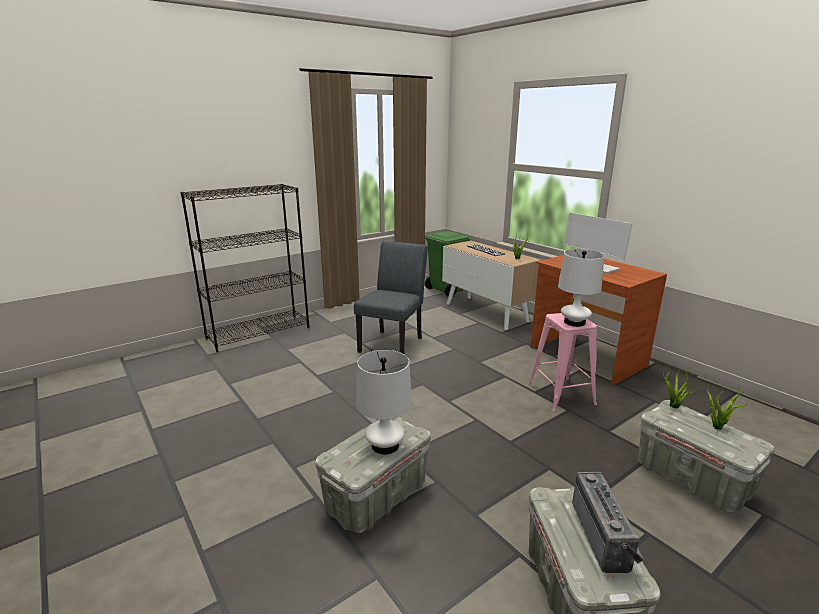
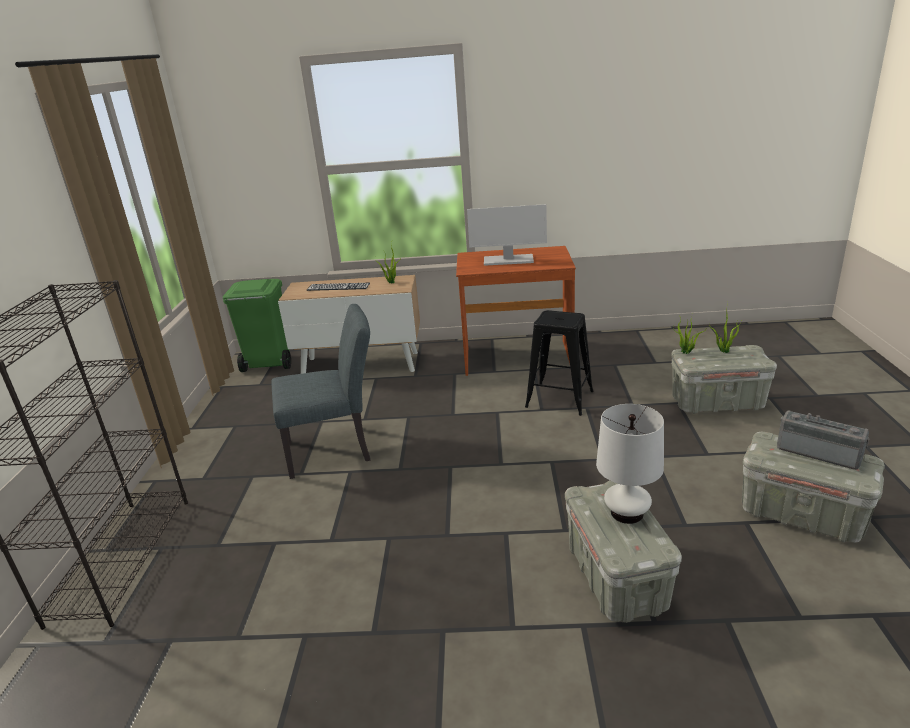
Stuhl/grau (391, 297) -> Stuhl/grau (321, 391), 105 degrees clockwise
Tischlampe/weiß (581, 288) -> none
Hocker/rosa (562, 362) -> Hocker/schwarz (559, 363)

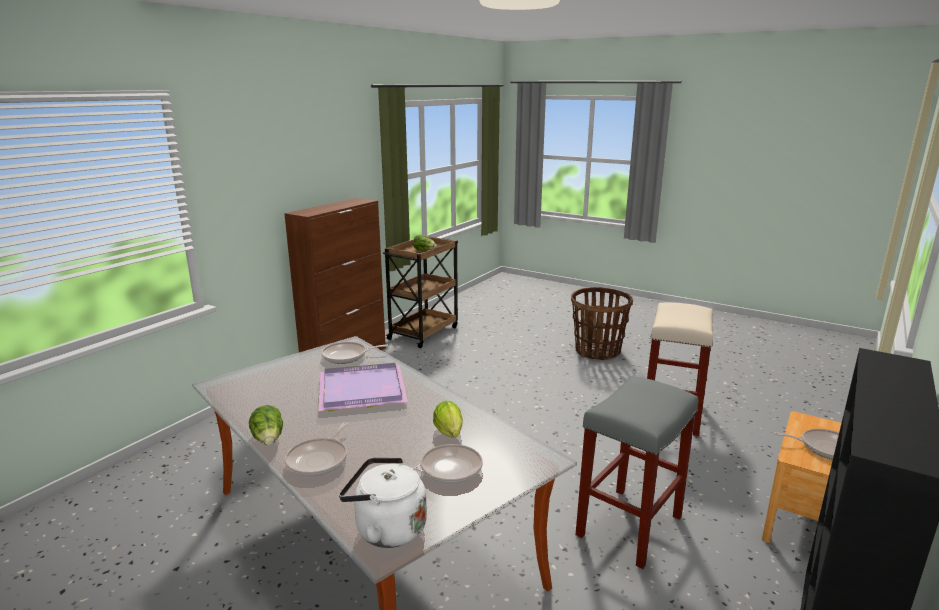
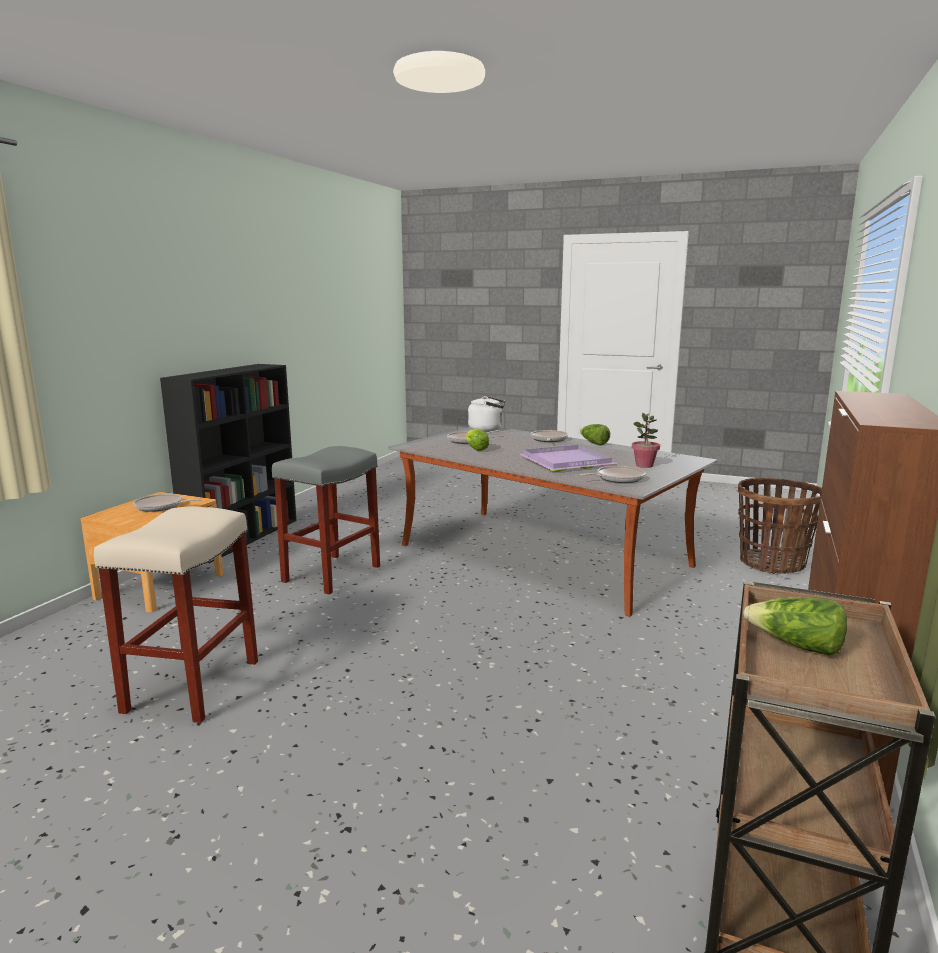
Korb (602, 323) -> Korb (780, 526), move
none -> Topfpflanze (646, 440)

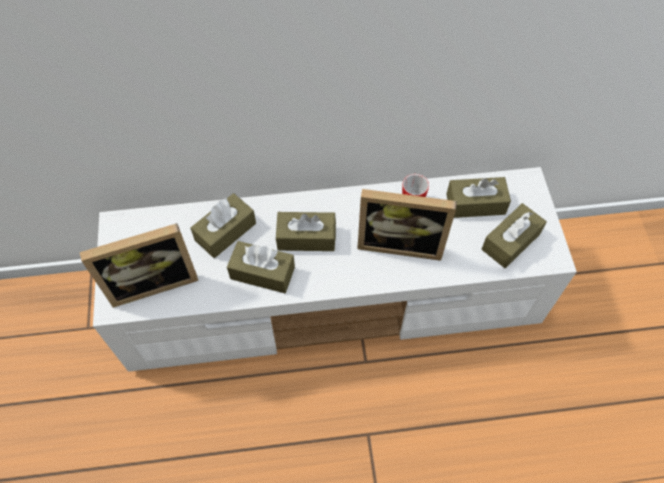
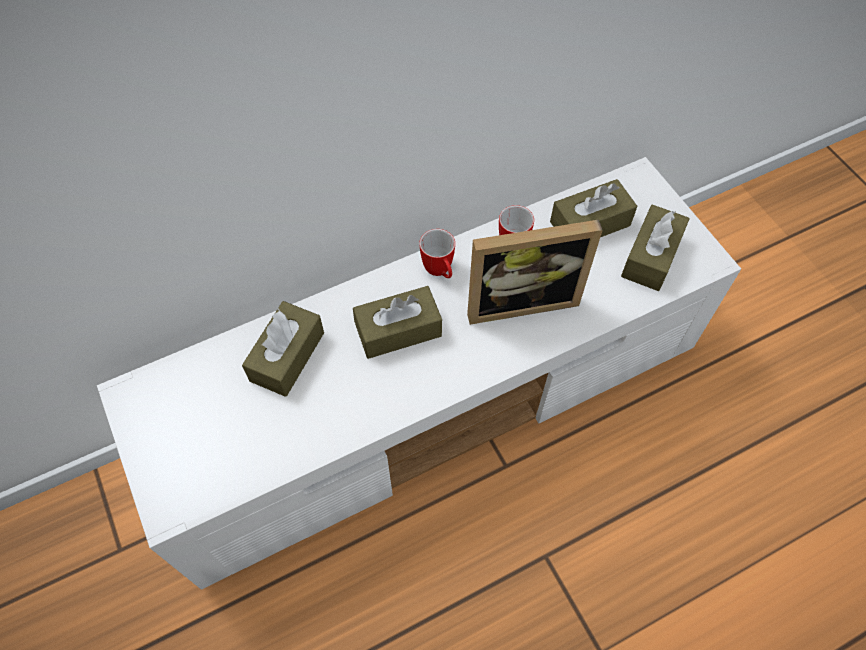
Bilderrahmen (139, 265) -> none
Taschentuchbox/braun (261, 267) -> none
none -> Henkelbecher (437, 253)

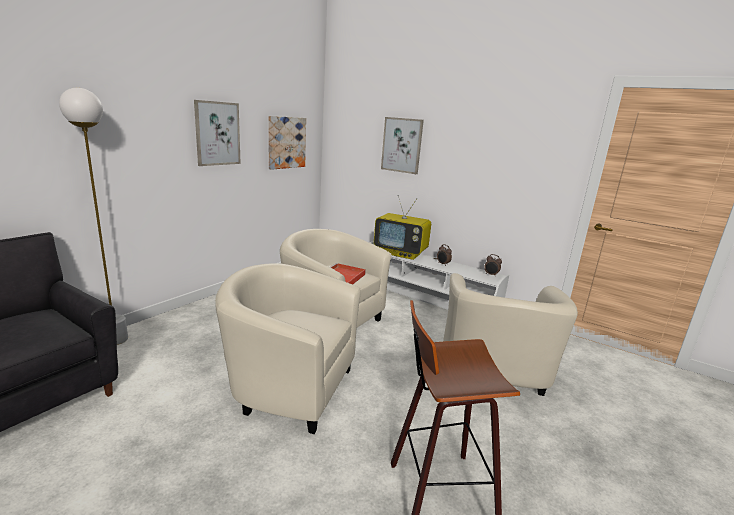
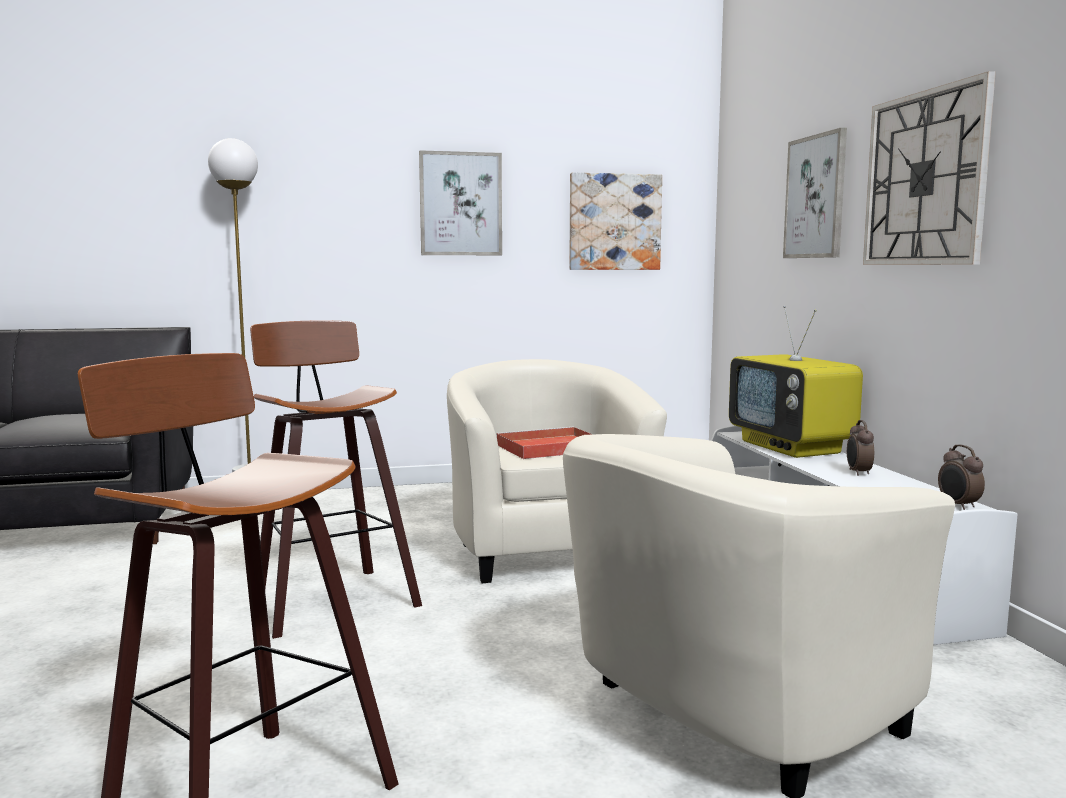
Sessel/beige (288, 348) -> Hocker (336, 480)
none -> Wanduhr (929, 168)

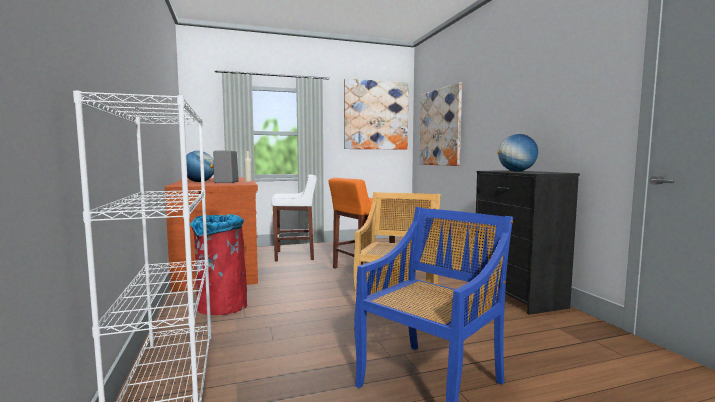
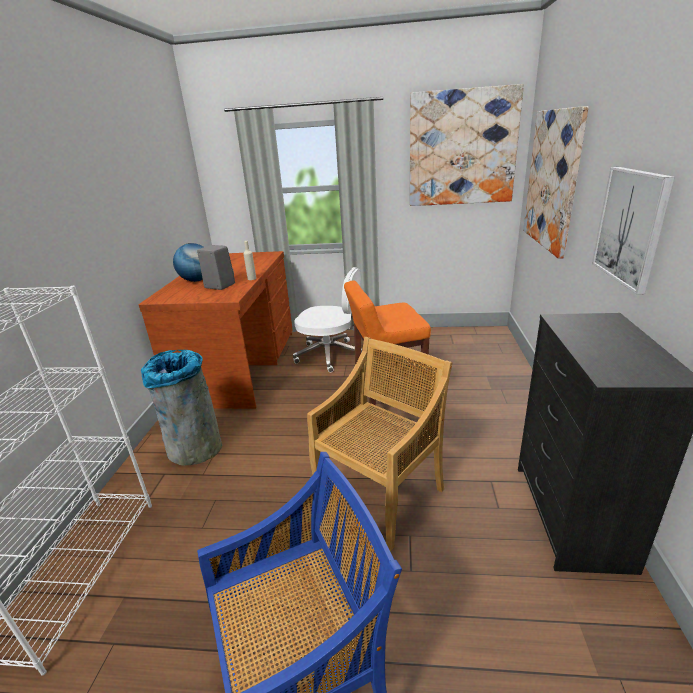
Globus (517, 152) -> none
Hocker/weiß (294, 218) -> Bürostuhl/weiß (327, 319)
Mülleimer/rot (218, 264) -> Mülleimer/grau (181, 407)
none -> Bild (633, 230)

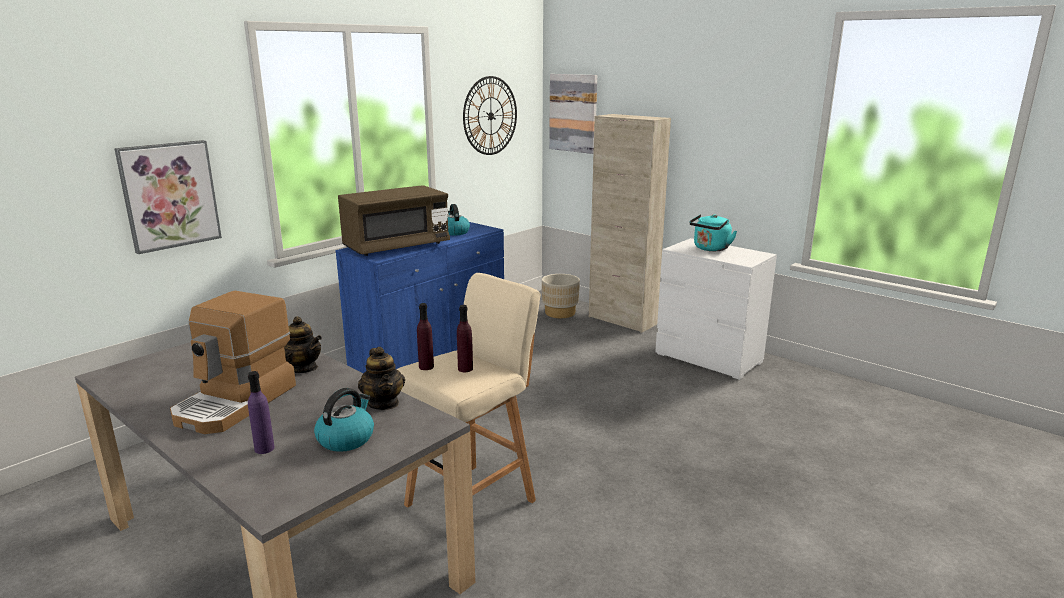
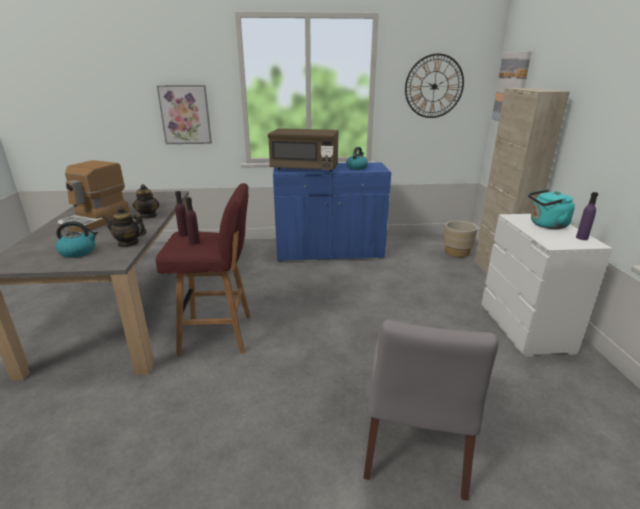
Hocker/beige (469, 390) -> Hocker/rot (203, 269)
Kaffeemaschine (233, 362) -> Kaffeemaschine (94, 196), 45 degrees counterclockwise
Teekanne (381, 378) -> Teekanne (125, 227), 75 degrees clockwise
Flasche/lila (261, 412) -> Flasche/lila (587, 216), move
none -> Stuhl/grau (430, 410)

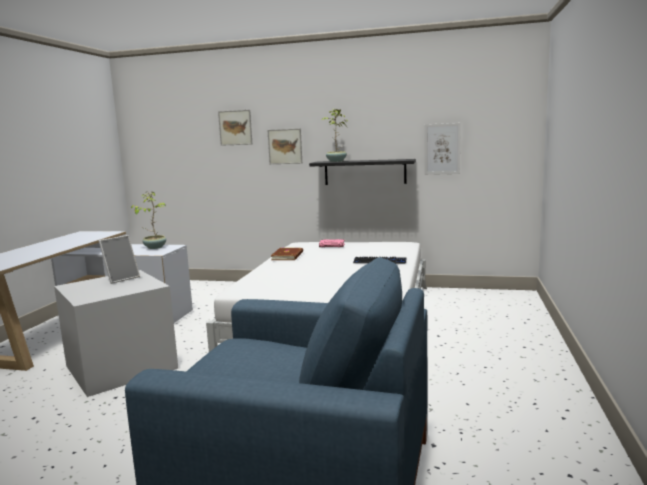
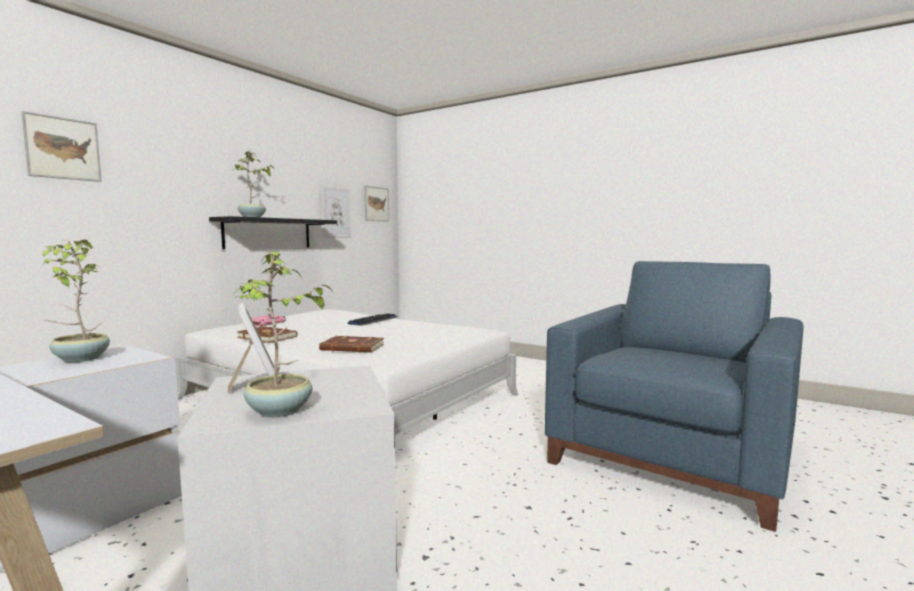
Bild (285, 146) -> Bild (376, 204), move
none -> Topfpflanze (283, 334)
none -> Buch/braun (351, 344)

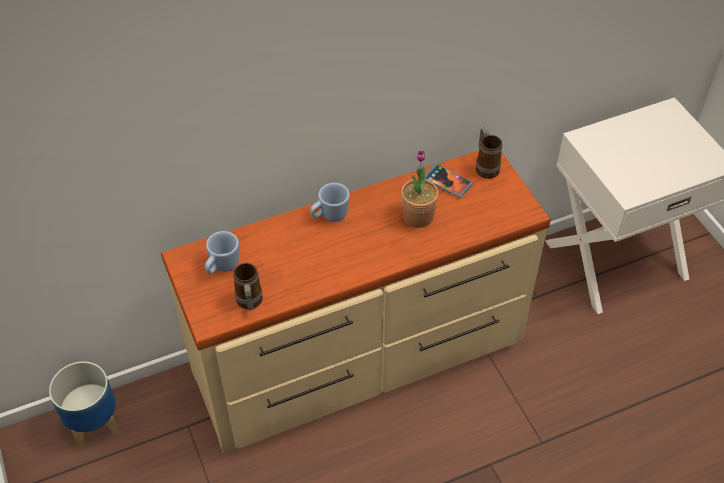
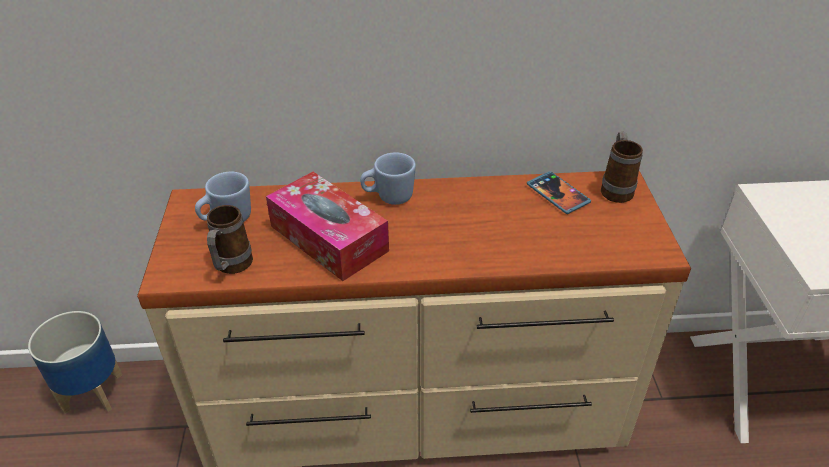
Topfpflanze (420, 189) -> none
none -> Taschentuchbox (327, 226)

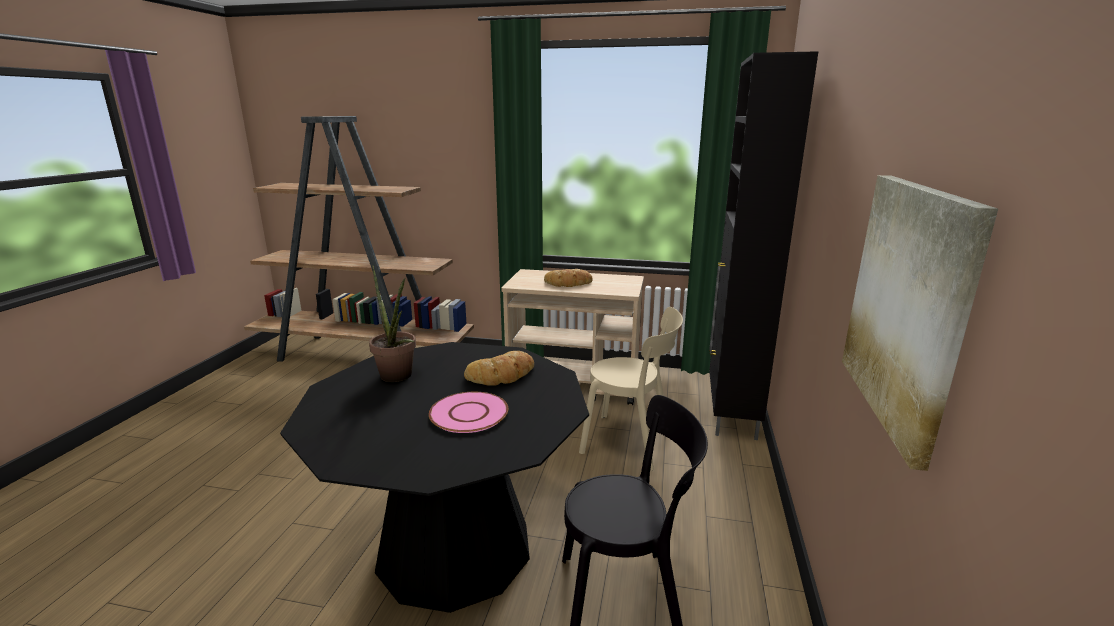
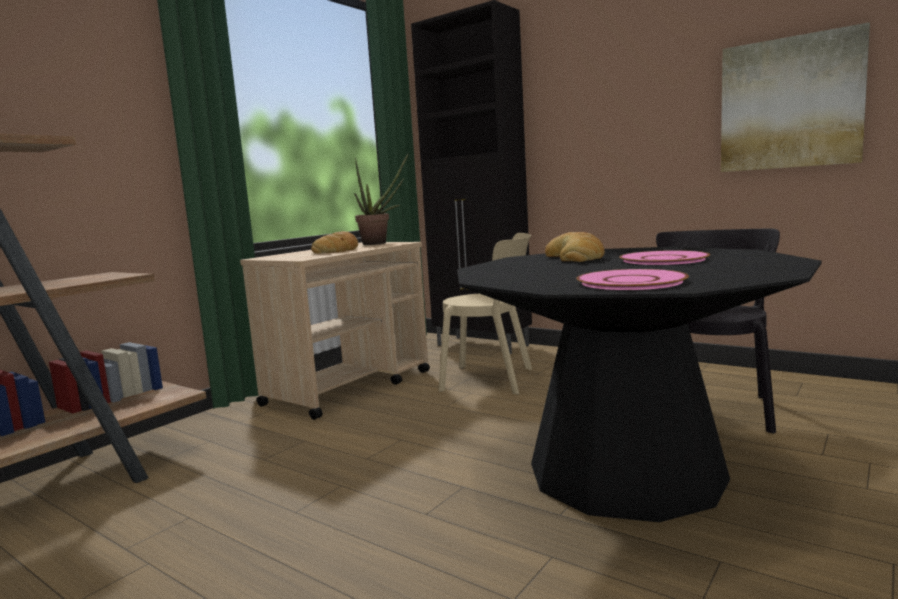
Topfpflanze (392, 323) -> Topfpflanze (381, 199), move
Stuhl/beige (631, 389) -> Stuhl/beige (485, 314), 60 degrees clockwise
none -> Teller/rosa (632, 279)

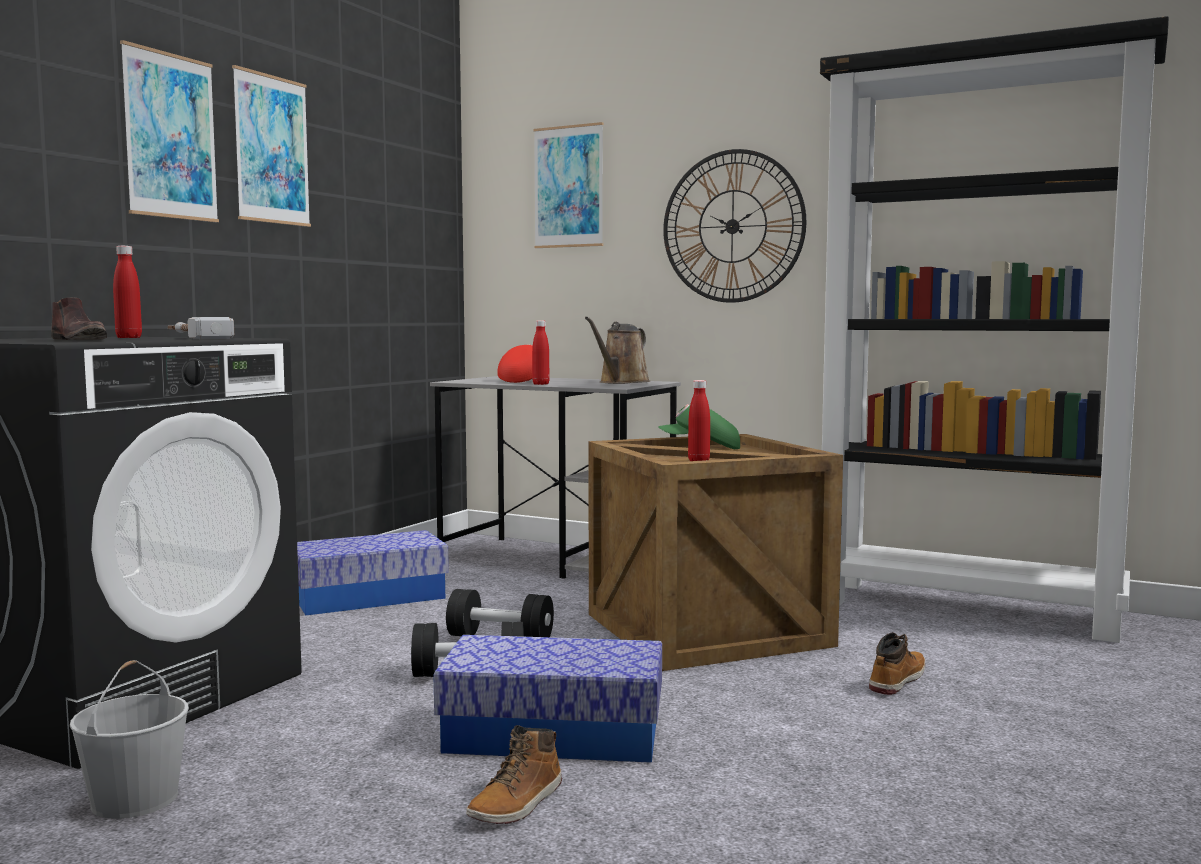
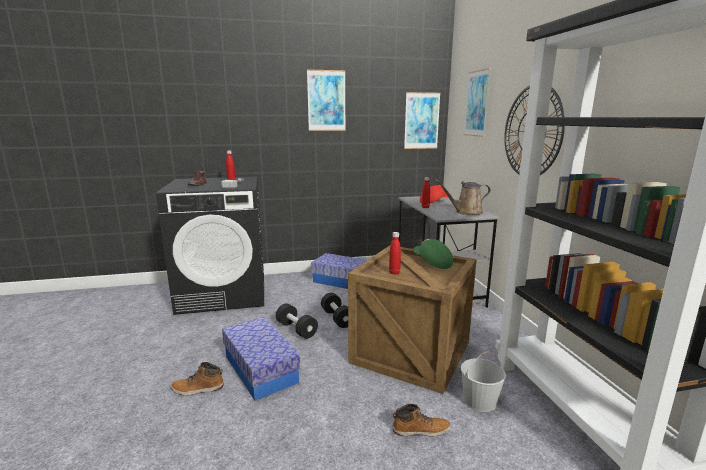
Bild (169, 131) -> Bild (422, 120), move
Eimer/weiß (129, 739) -> Eimer/weiß (483, 382), move

